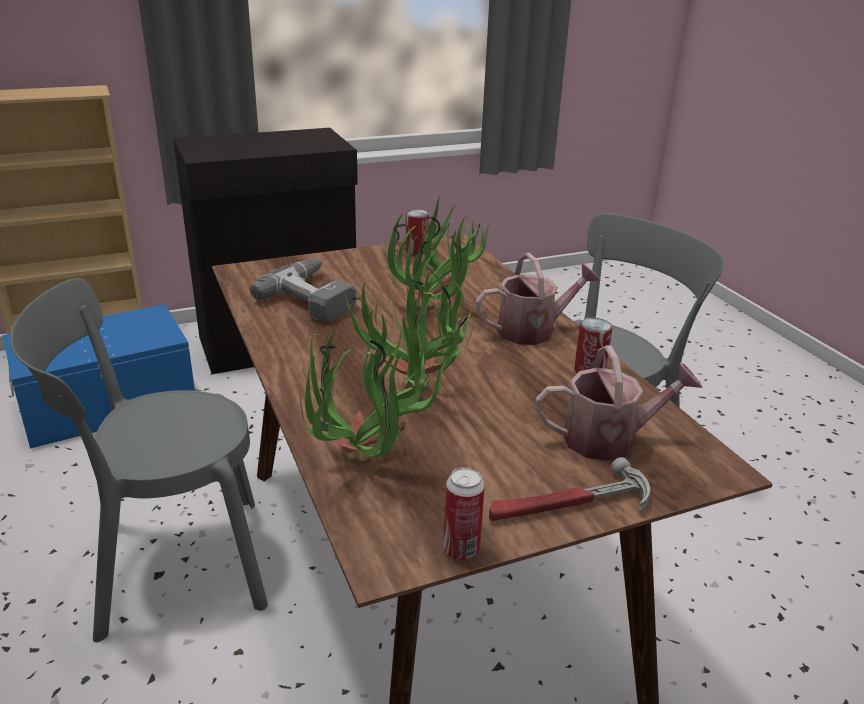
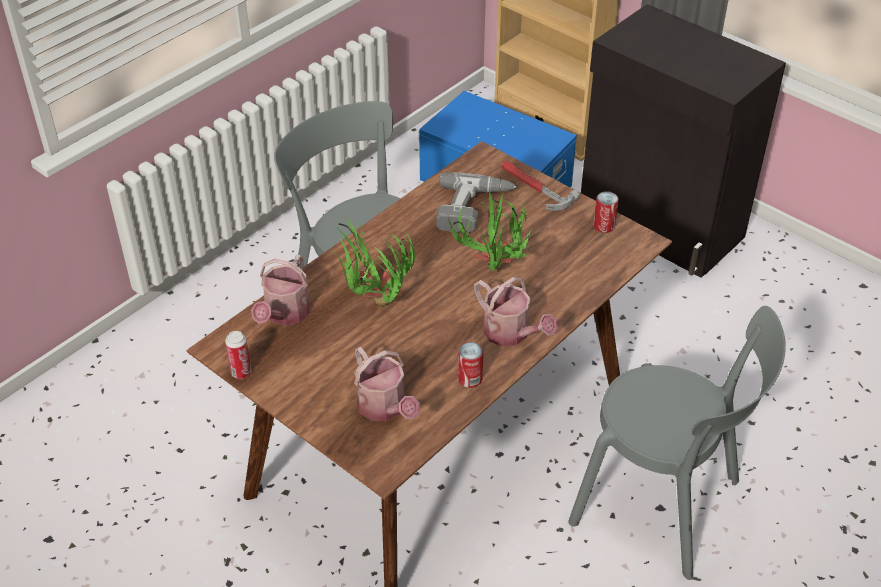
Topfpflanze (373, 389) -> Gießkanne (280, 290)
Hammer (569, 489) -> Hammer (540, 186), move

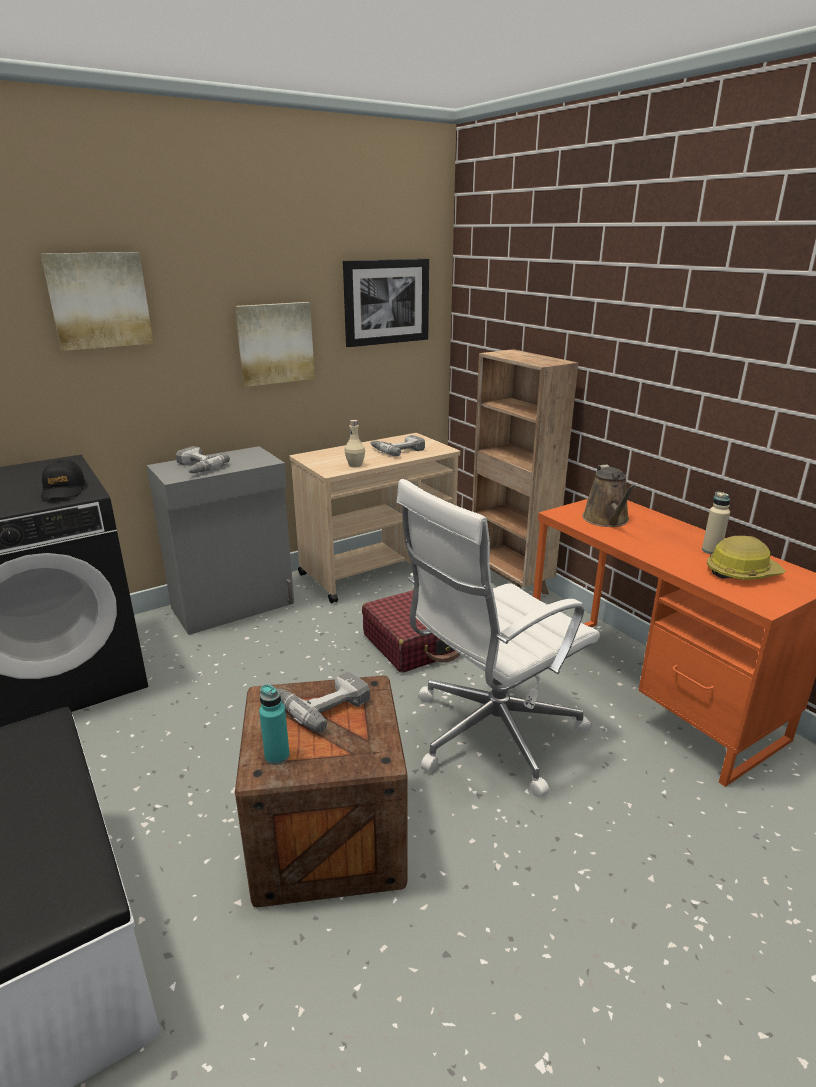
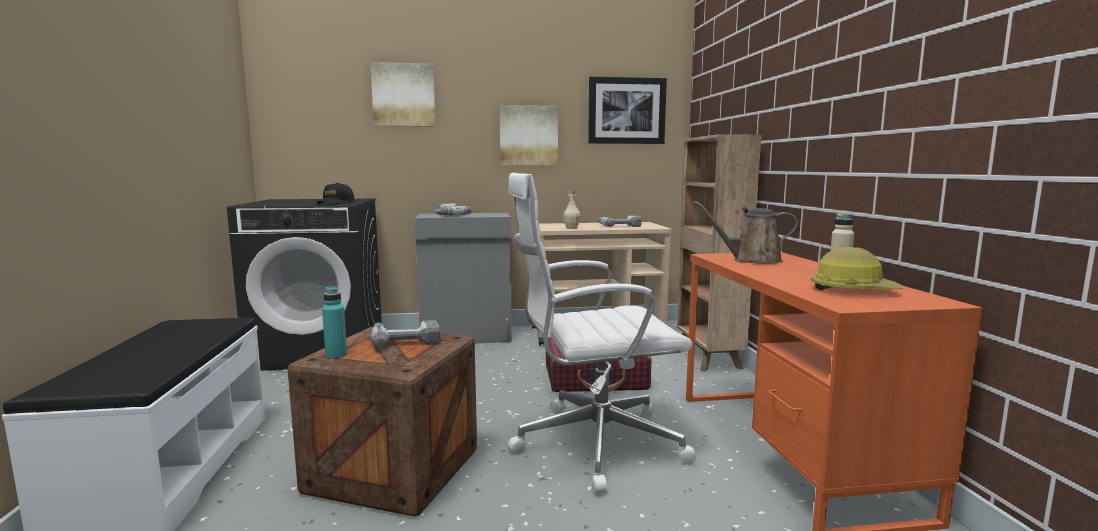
Gießkanne/braun (609, 496) -> Gießkanne/braun (746, 232), 75 degrees clockwise

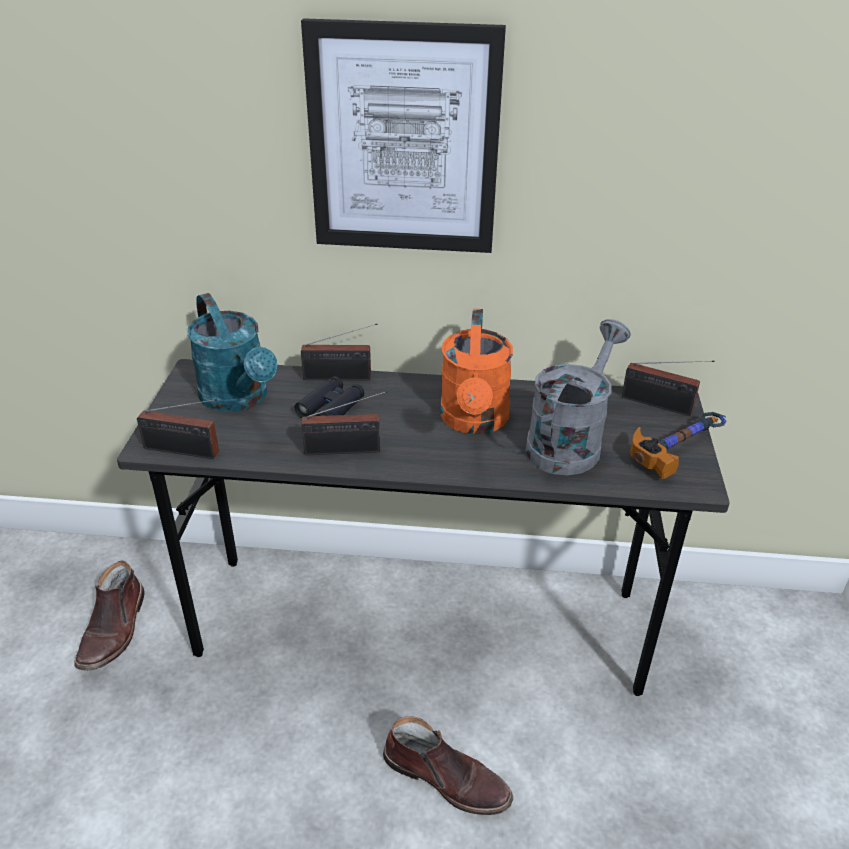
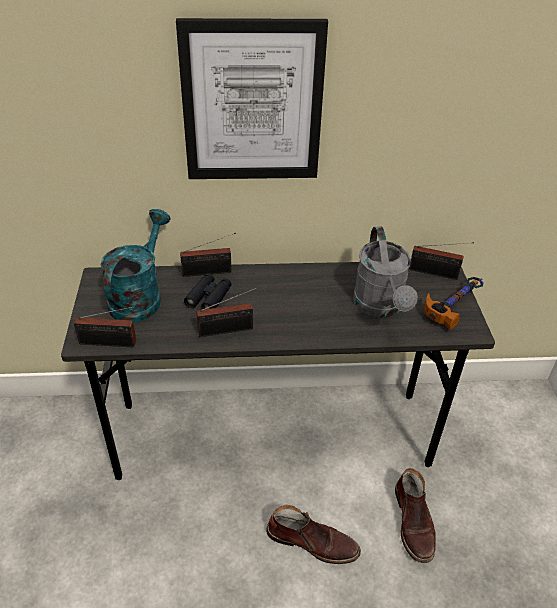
Gießkanne/türkis (232, 352) -> Gießkanne/türkis (136, 266), 120 degrees counterclockwise
Gießkanne/orange (476, 371) -> none
Gießkanne/grau (578, 397) -> Gießkanne/grau (385, 272), 150 degrees clockwise
Stiefel/braun (109, 615) -> Stiefel/braun (415, 515), move

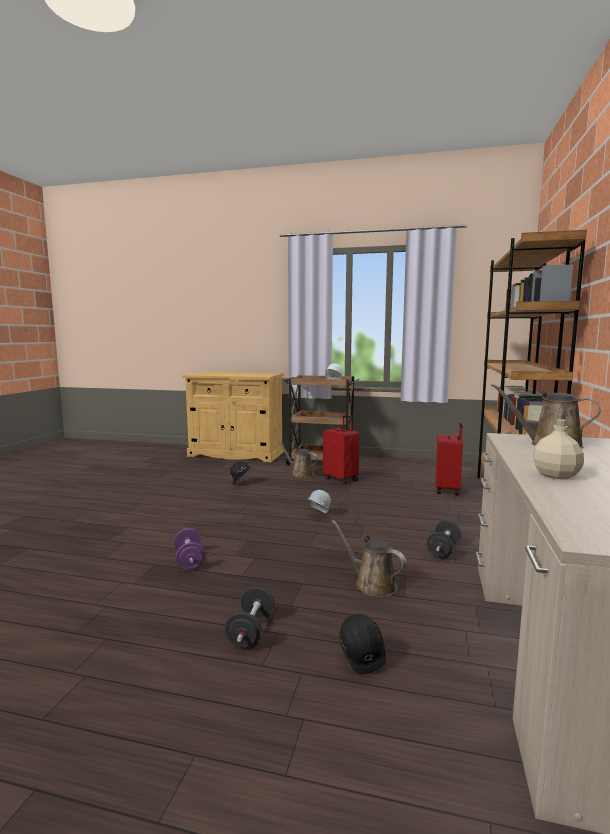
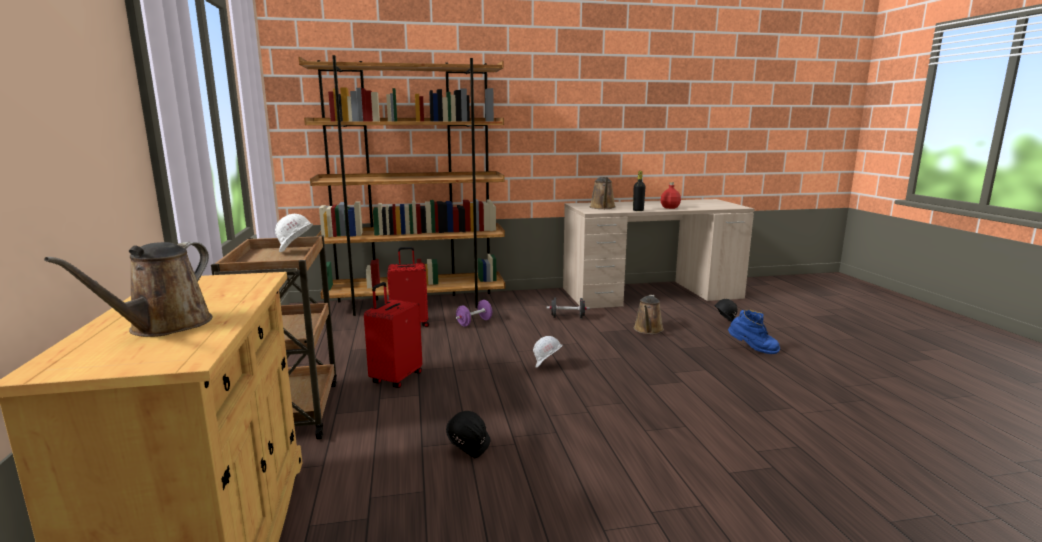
Flasche/beige (558, 449) -> Flasche/rot (670, 195)
Gießkanne/braun (298, 459) -> Gießkanne/braun (128, 289), move
Hantel/lila (189, 549) -> Hantel/lila (474, 313), move
Hantel/schwarz (250, 618) -> Stiefel/blau (754, 332)
none -> Flasche/schwarz (639, 191)

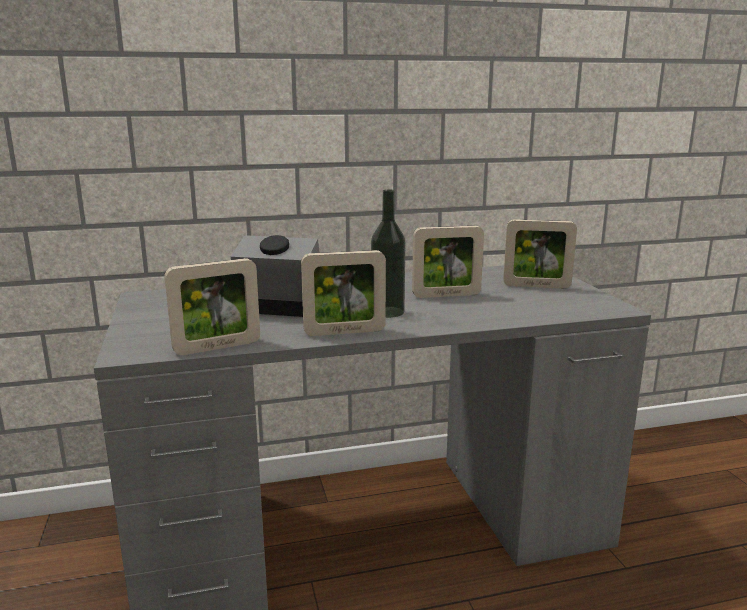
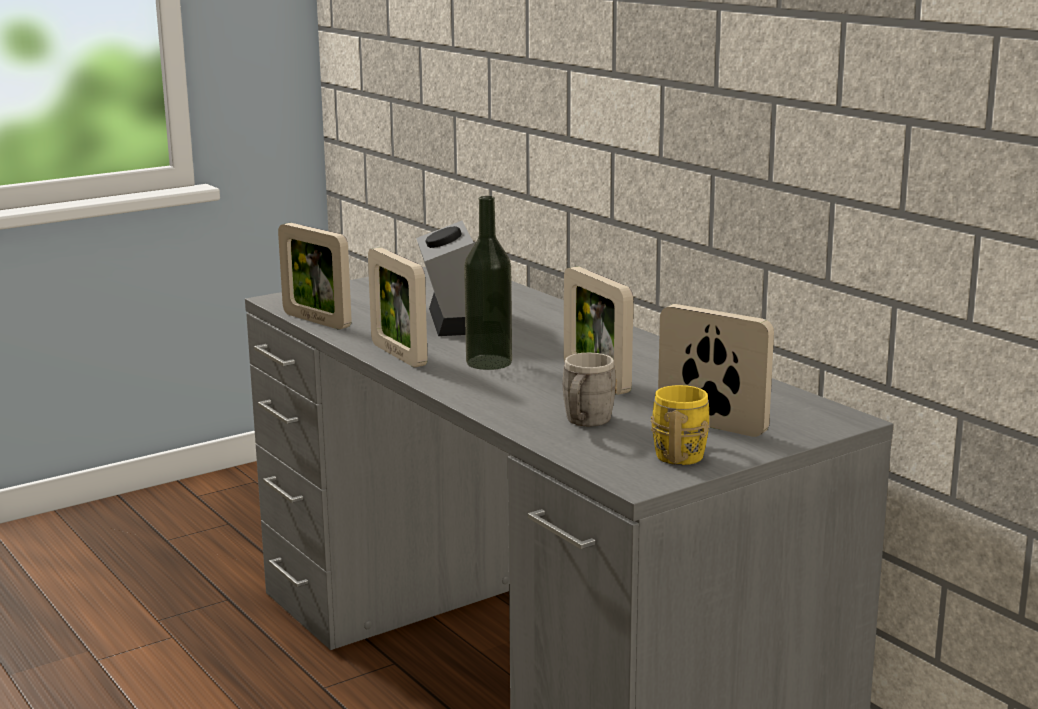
Bilderrahmen (540, 254) -> Bilderrahmen (716, 370), 135 degrees clockwise
none -> Henkelbecher/grau (590, 390)
none -> Henkelbecher/gelb (680, 425)

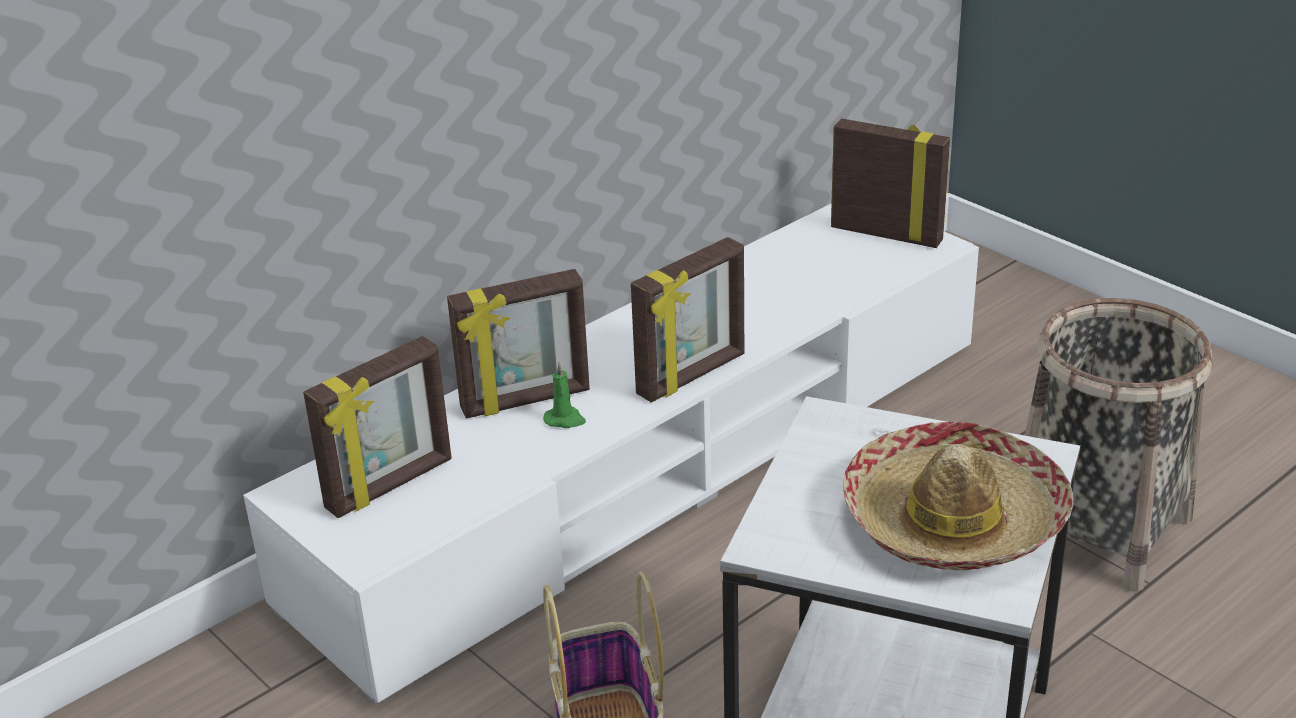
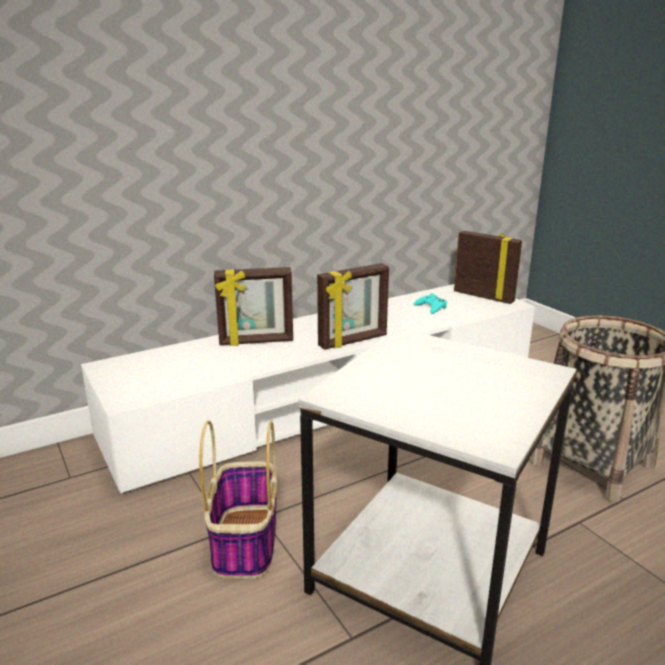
Bilderrahmen (377, 427) -> none
Kerze/grün (564, 395) -> none
Hut (958, 495) -> none
none -> Gamepad/türkis (430, 303)

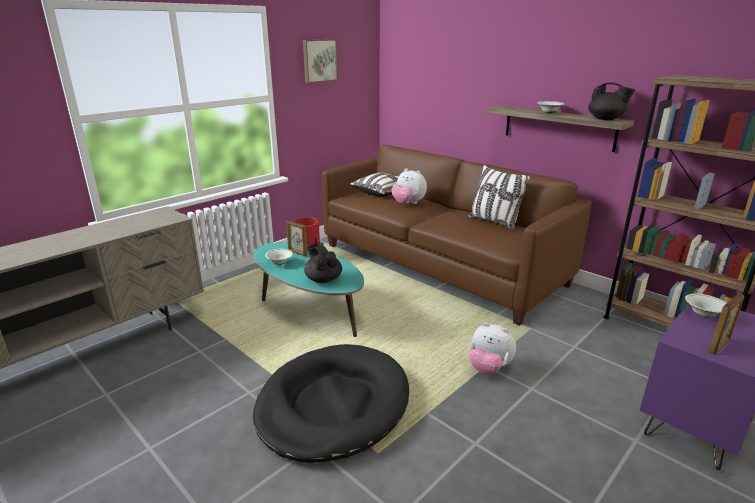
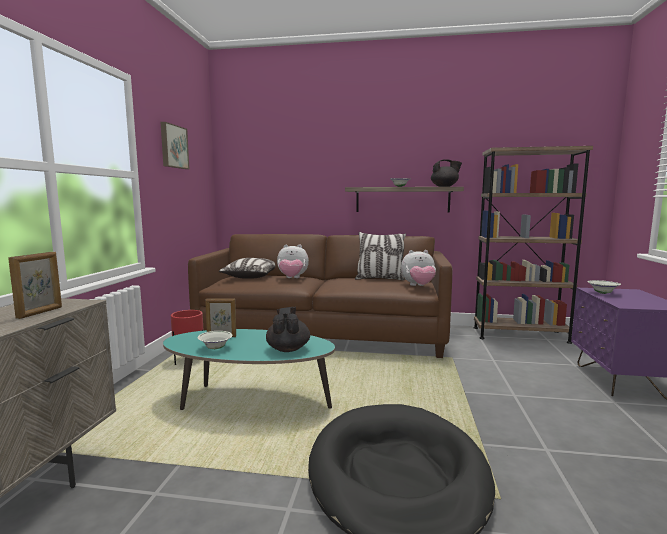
Teekanne/schwarz (323, 263) -> Teekanne/schwarz (288, 329), 60 degrees clockwise
Bilderrahmen (726, 324) -> Bilderrahmen (35, 285), move
Plüschtier (492, 349) -> Plüschtier (418, 268), move

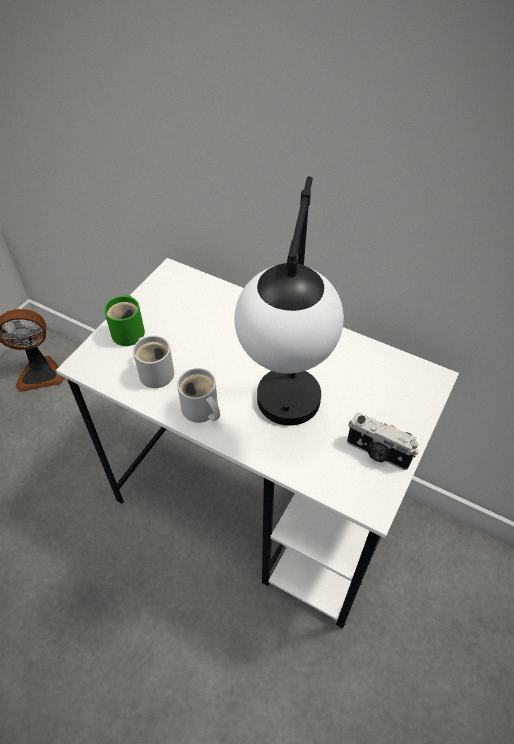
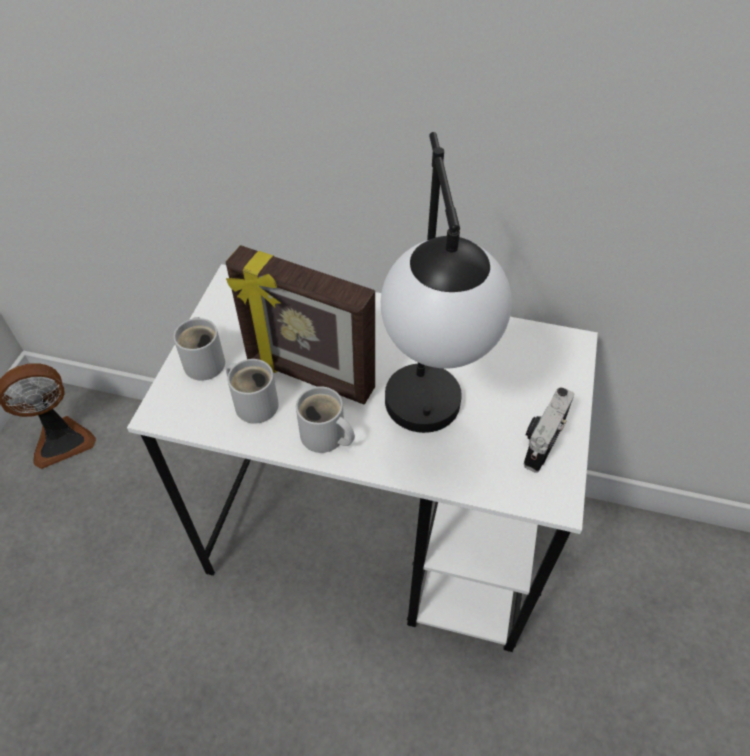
Henkelbecher/grün (124, 320) -> Henkelbecher/weiß (199, 349)
Kamera (382, 441) -> Kamera (549, 430), 105 degrees clockwise
none -> Bilderrahmen (300, 325)

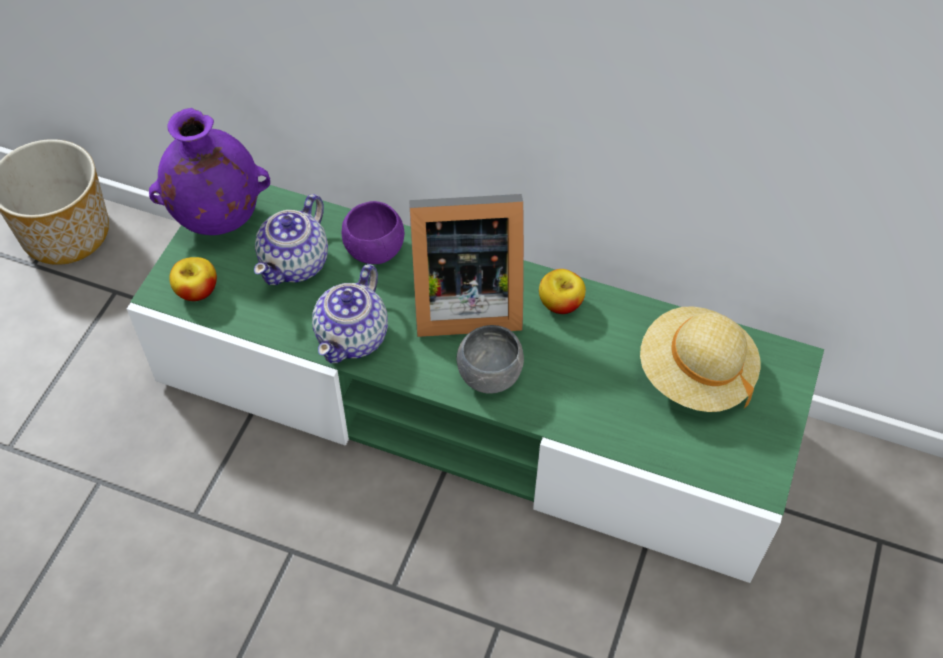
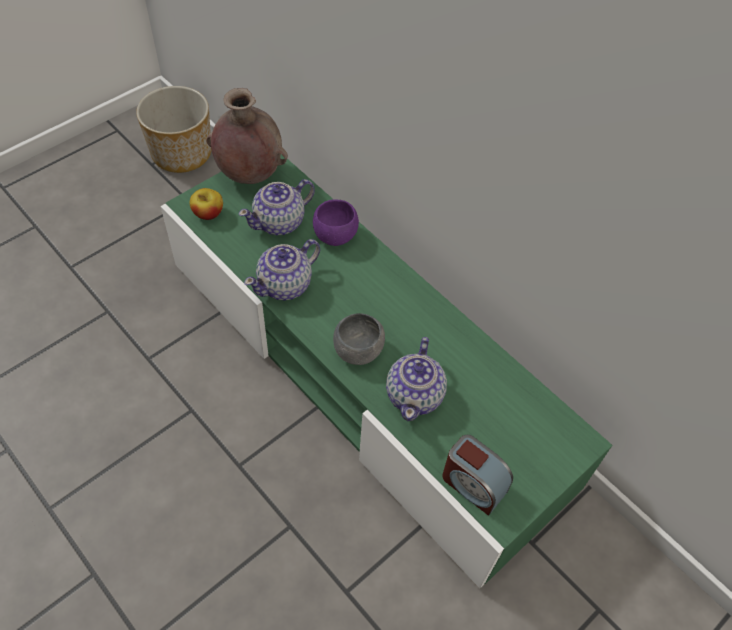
Vase/lila (209, 171) -> Vase/braun (247, 136)
Bilderrahmen (466, 265) -> none
Apfel (562, 291) -> none
Hut/beige (700, 359) -> none
none -> Teekanne (416, 379)
none -> Wecker (477, 475)

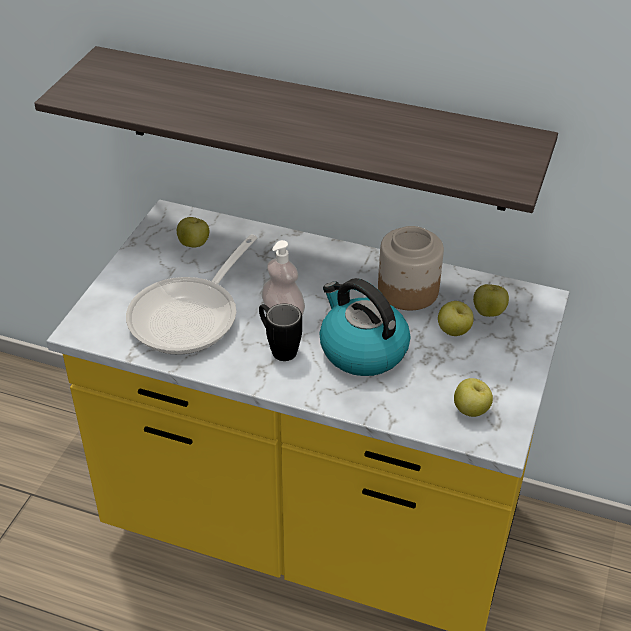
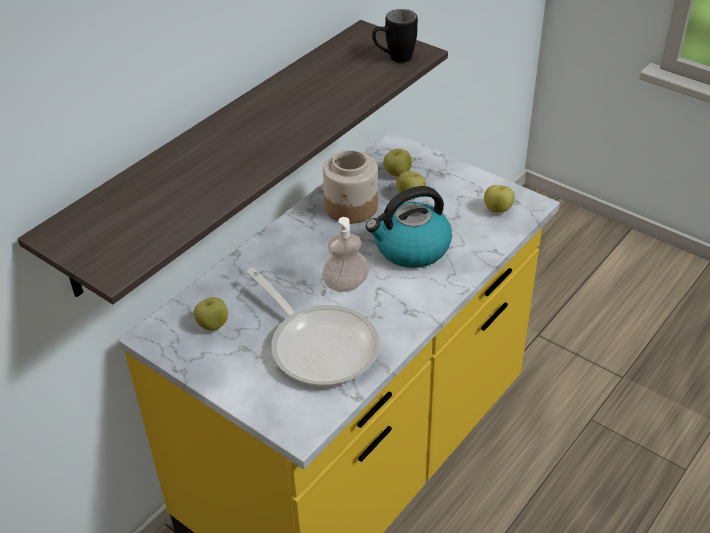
Henkelbecher/schwarz (280, 332) -> Henkelbecher/schwarz (395, 36), move

